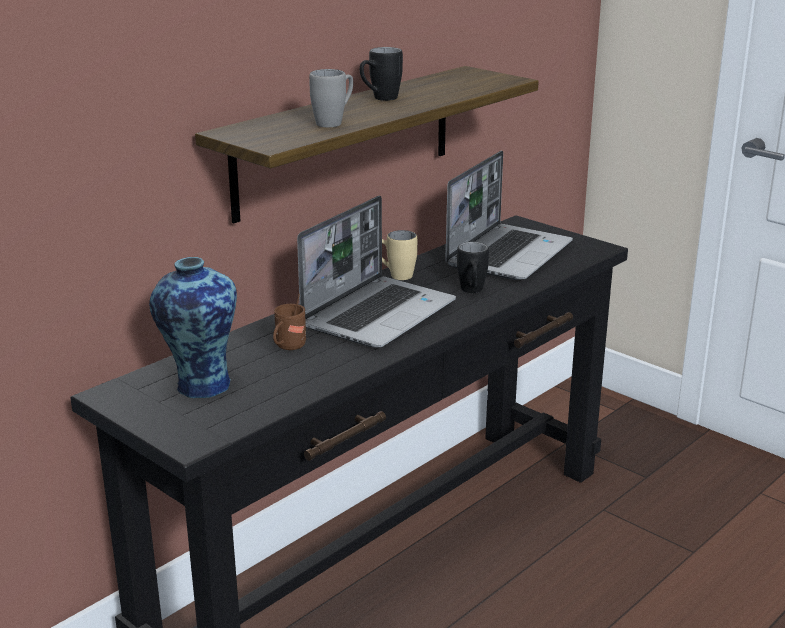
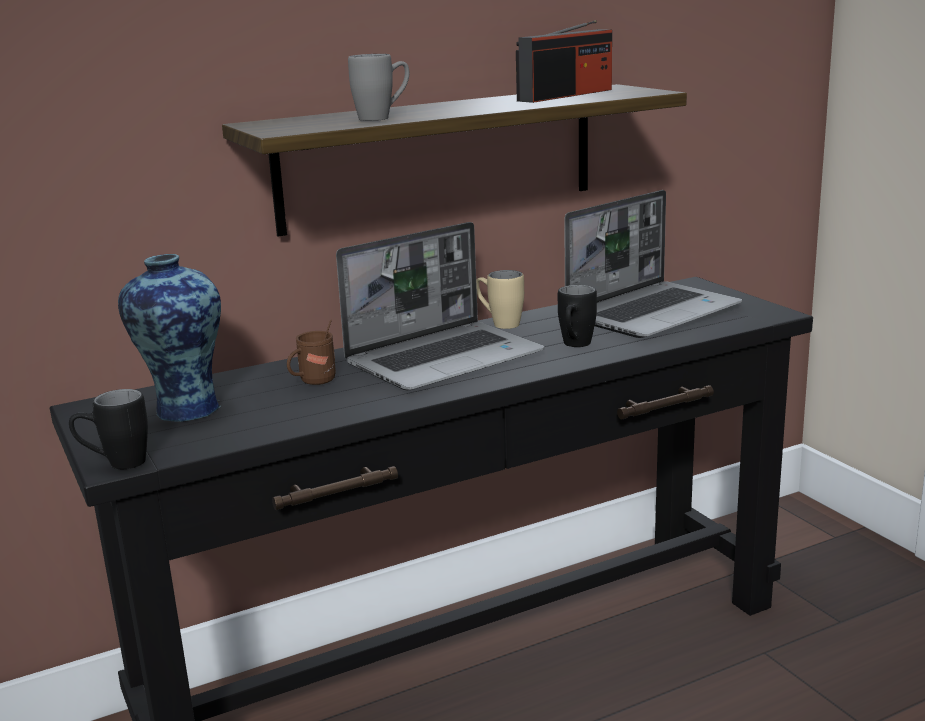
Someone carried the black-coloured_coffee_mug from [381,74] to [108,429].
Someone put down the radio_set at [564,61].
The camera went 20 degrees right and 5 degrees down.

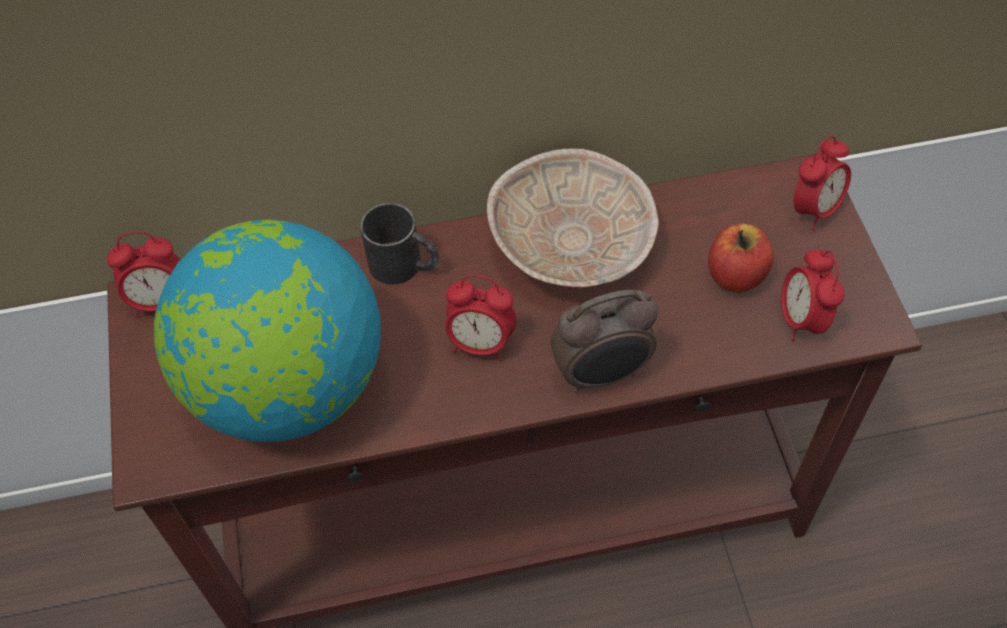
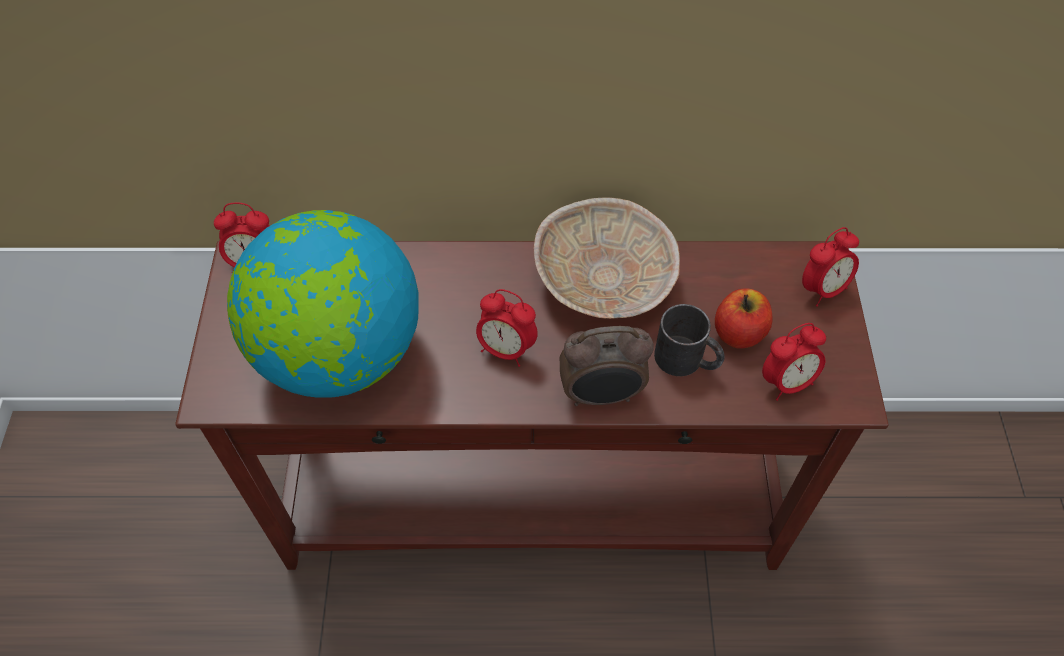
Someone carried the black-coloured_coffee_mug from [399,244] to [689,340].
Someone rotated the alarm_clock at [812,295] by 120 degrees counterclockwise.
The camera went 10 degrees right and 0 degrees up.

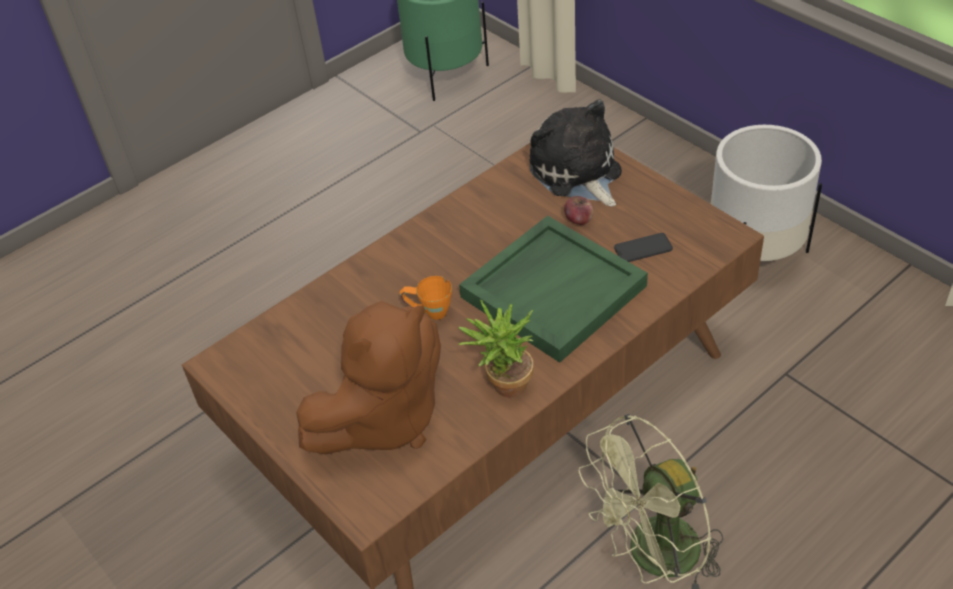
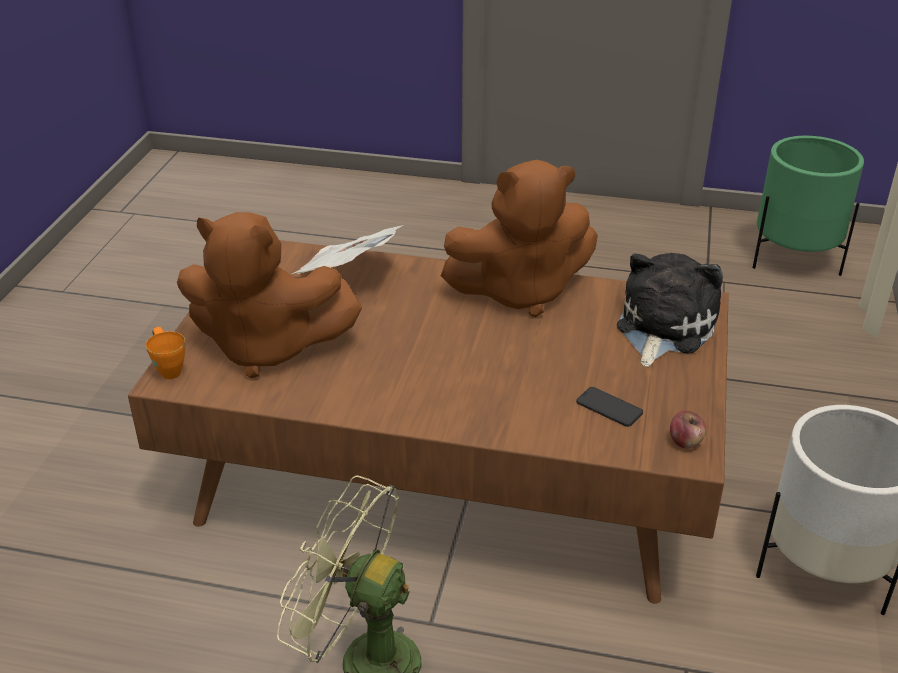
Someone carried the orange-coloured_coffee_mug from [426,298] to [165,353].
Someone put down the printed_paper at [347,249].
Someone put down the brown-coloured_plush_toy at [519,238].
Someone carried the apple_fruit from [579,210] to [688,430].
Someone took away the green-coloured_tray at [553,289].
Someone took away the potted_plant at [496,348].
The camera went 50 degrees right and 10 degrees down.

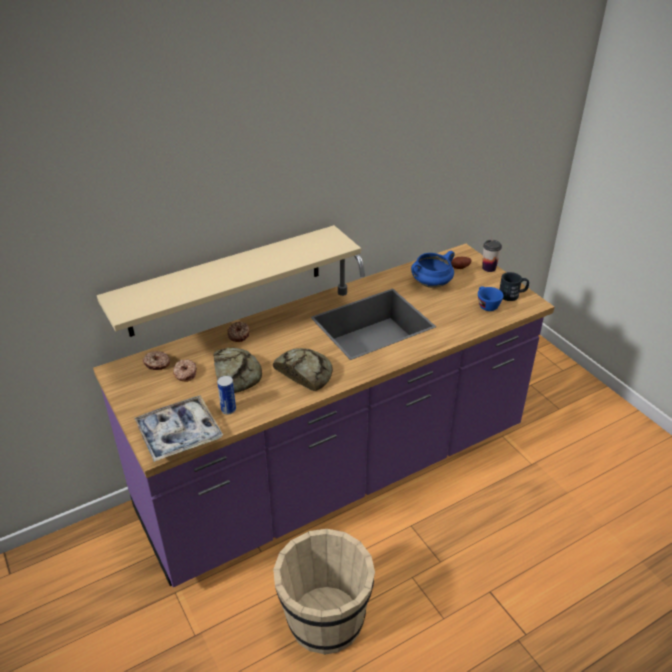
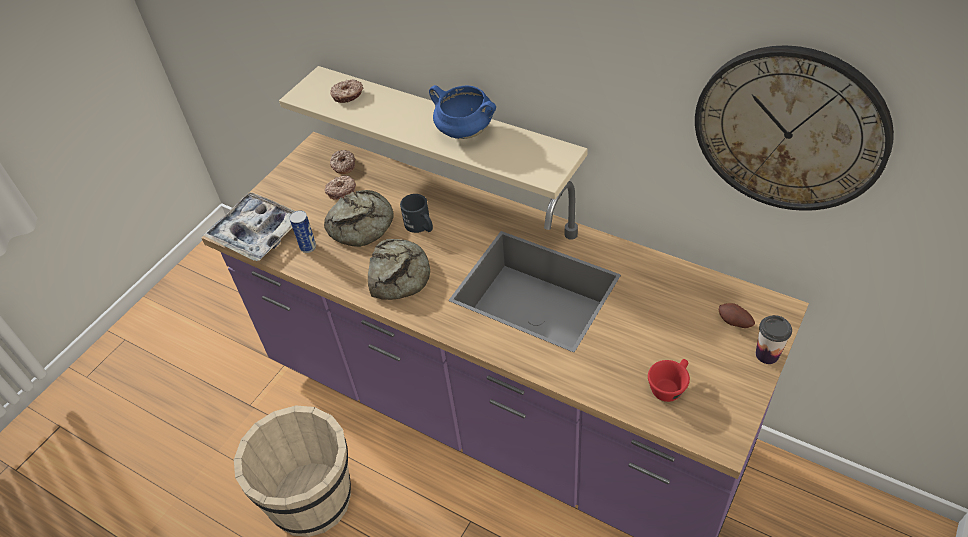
Someone carried the ring_doughnut from [238,332] to [346,91].
Someone carried the black-coloured_coffee_mug from [514,286] to [416,213].
Someone carried the blue-coloured_stockpot from [433,269] to [462,112].
Someone repainted the blue-coloured_small_cup at [491,298], which became the red_small_cup at [669,380].
Someone put up the hanging_clock at [794,128].
The camera went 65 degrees right and 10 degrees up.

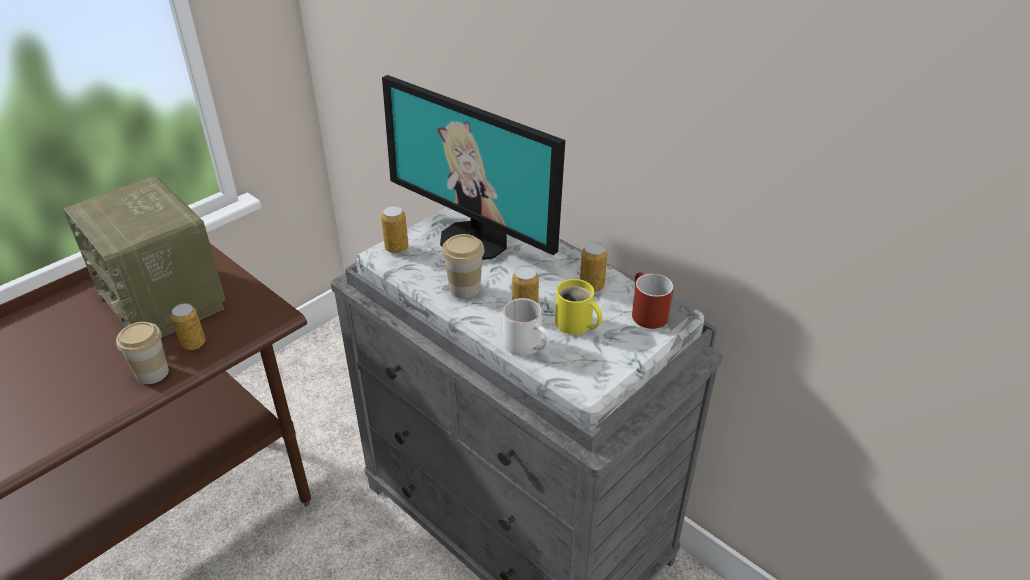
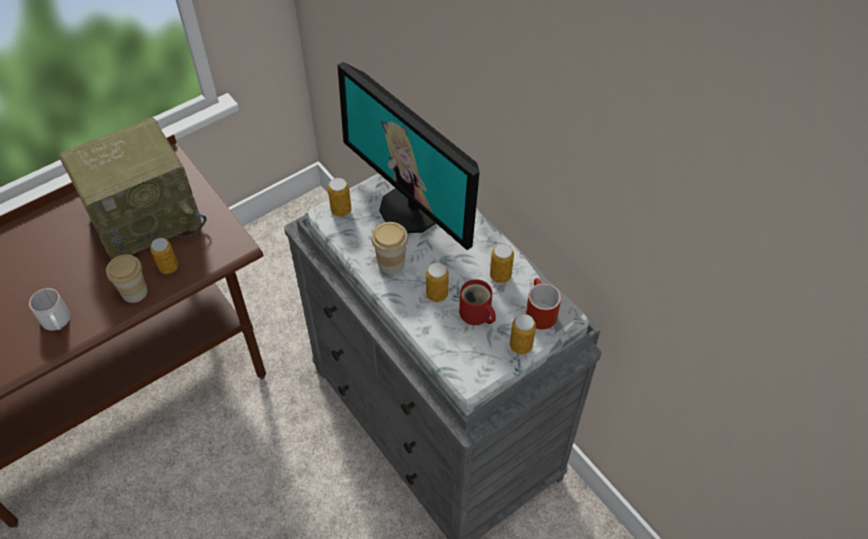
Someone carried the white-coloured_coffee_mug from [526,327] to [49,309].
Someone rotated the radio_set at [144,257] by 90 degrees counterclockwise.
Someone repainted the yellow-coloured_coffee_mug at [578,307], which became the red_coffee_mug at [477,302].
Someone put down the can at [523,334].
The camera went 10 degrees right and 15 degrees up.

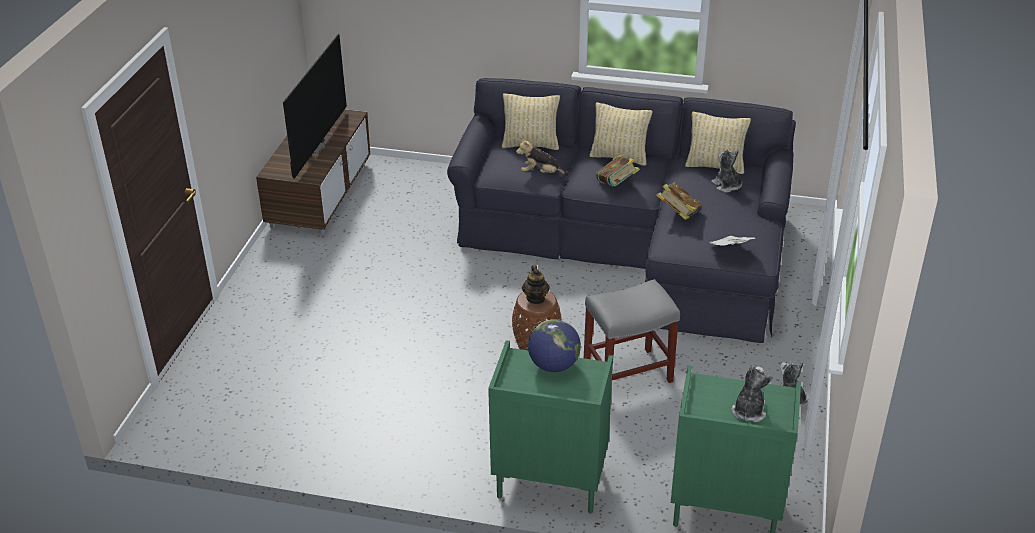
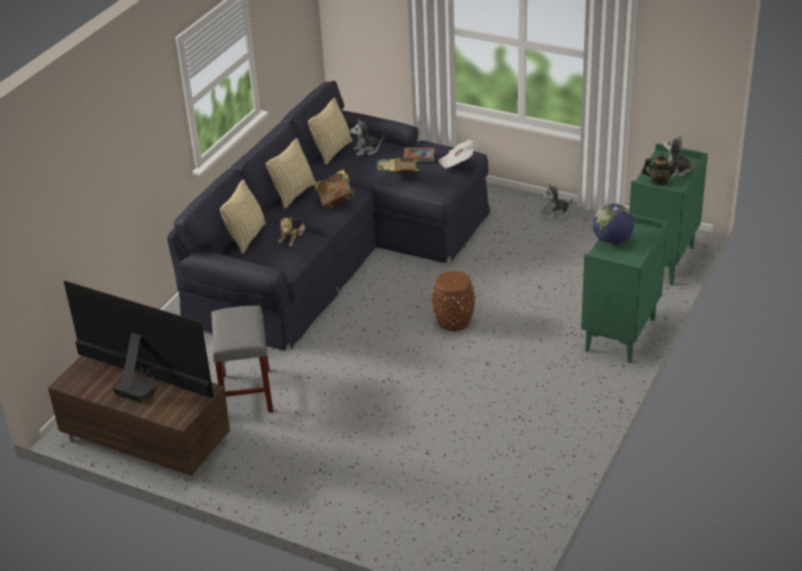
Someone carried the grey_stool from [632,331] to [242,359].
Someone put down the book at [419,155].
Someone carried the pot_for_tea from [536,284] to [660,169].
The camera went 75 degrees left and 0 degrees up.

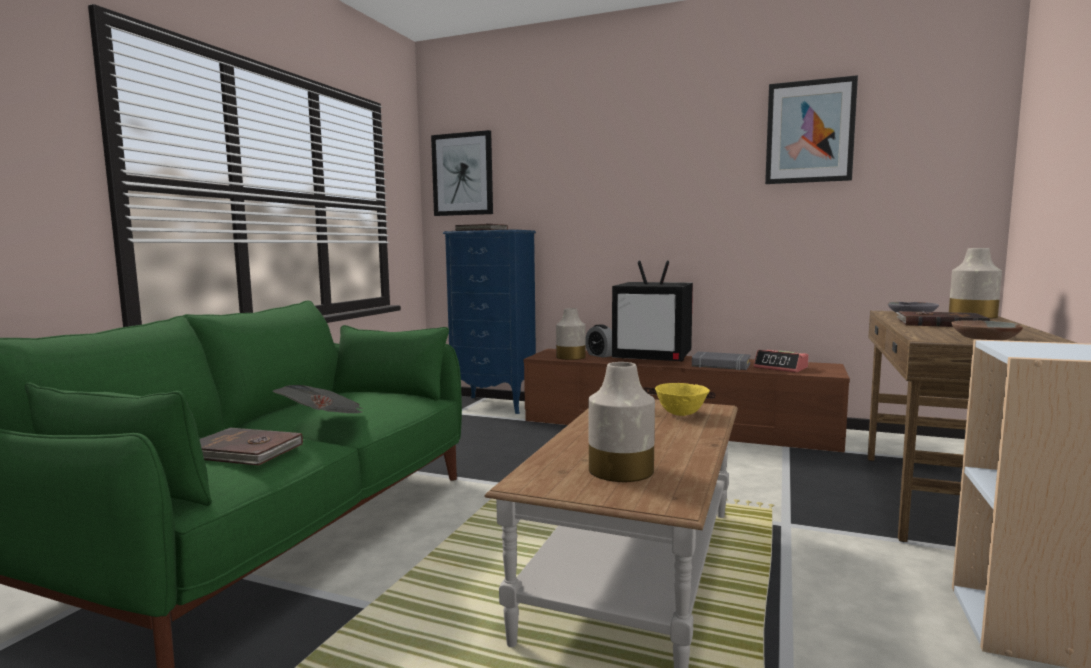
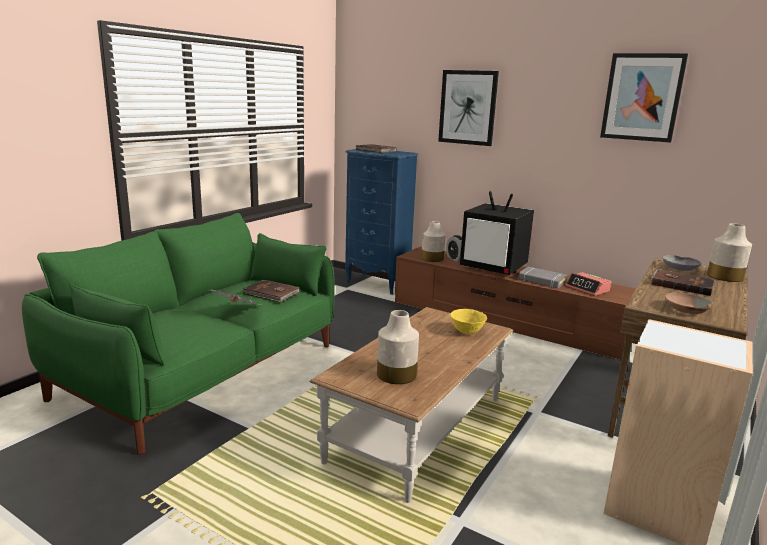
Someone carried the brown-coloured_book from [251,447] to [271,291].
Someone carried the wall_picture from [462,173] to [468,108].
The camera went 10 degrees right and 10 degrees up.

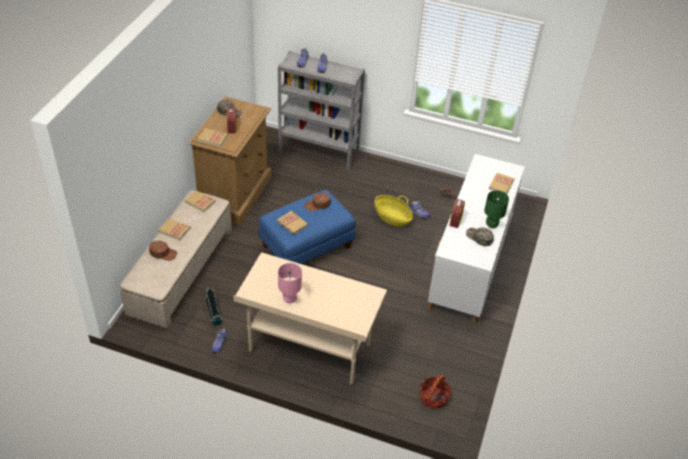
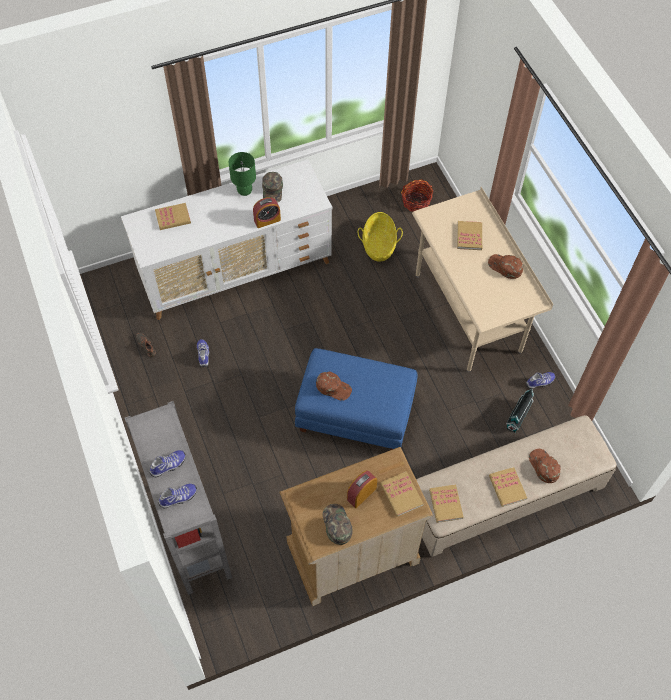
Someone carried the basket from [393,211] to [380,237].
Someone carried the book from [292,223] to [469,235].
Someone swapped the pinkish_table_lamp at [290,283] for the brown-coloured_peaked_cap at [505,266].
The camera went 130 degrees left and 15 degrees up.

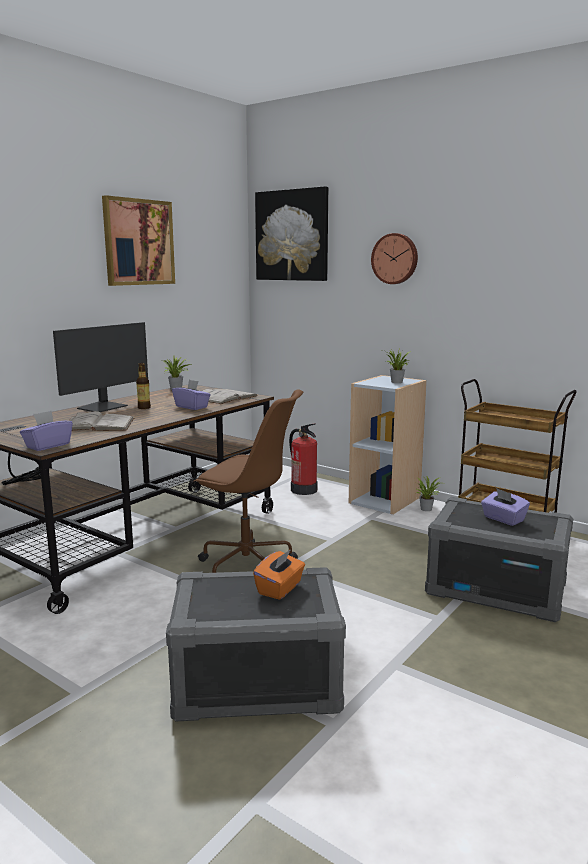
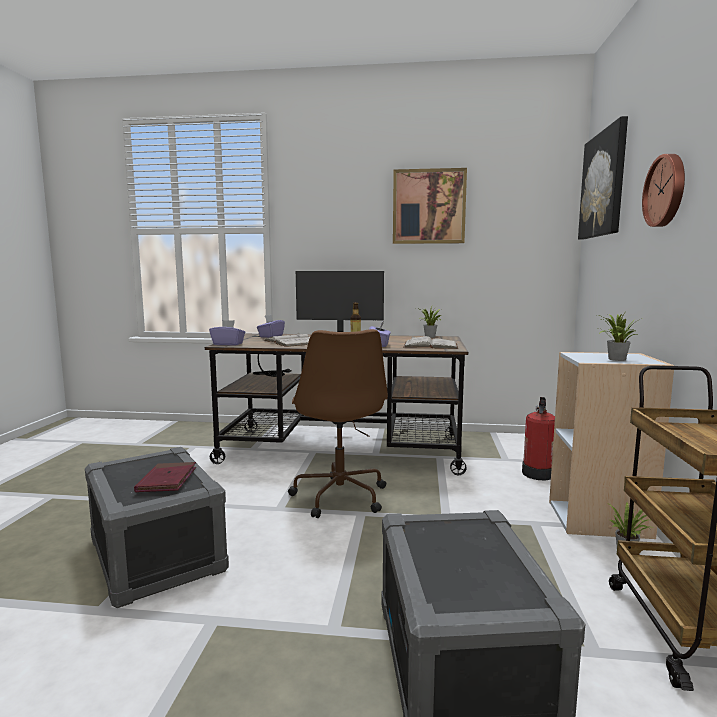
Someone swapped the orange-coloured_tissue_holder at [279,574] for the red_book at [165,477].
Someone carried the purple_tissue_holder from [505,507] to [271,326].
The camera went 60 degrees right and 5 degrees down.

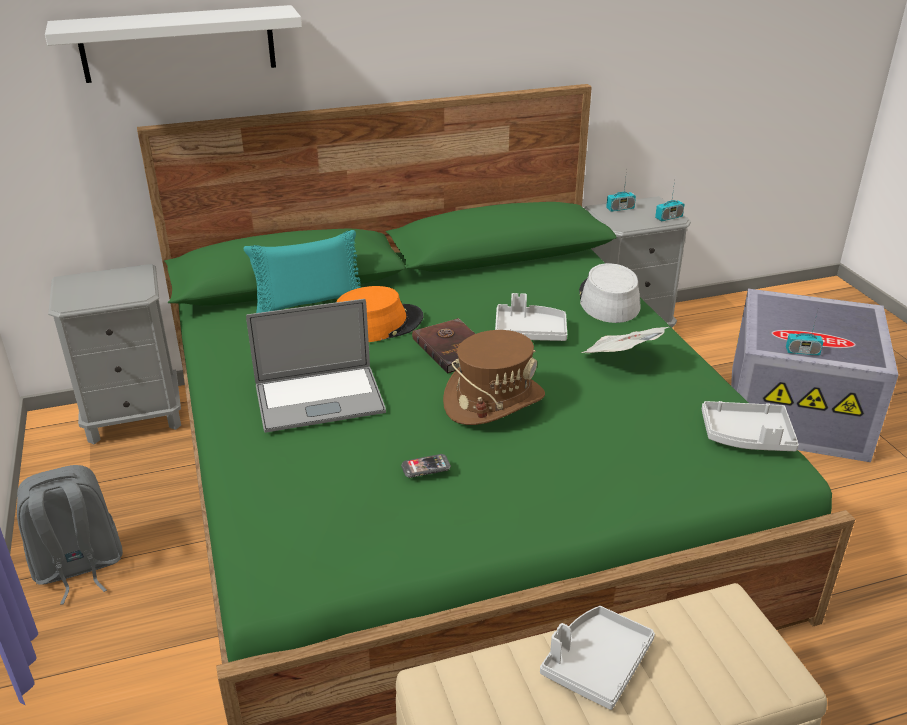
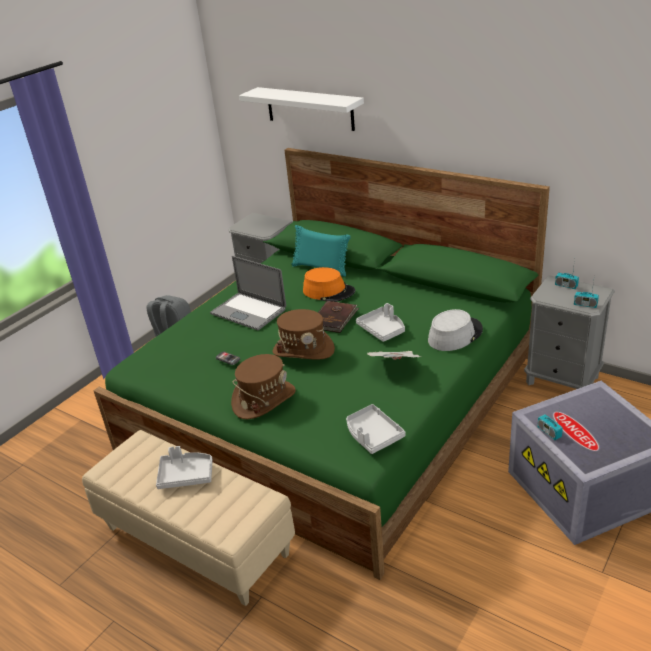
Someone put down the brown-coloured_clothing_hat at [263,386].
The camera went 55 degrees right and 0 degrees up.

